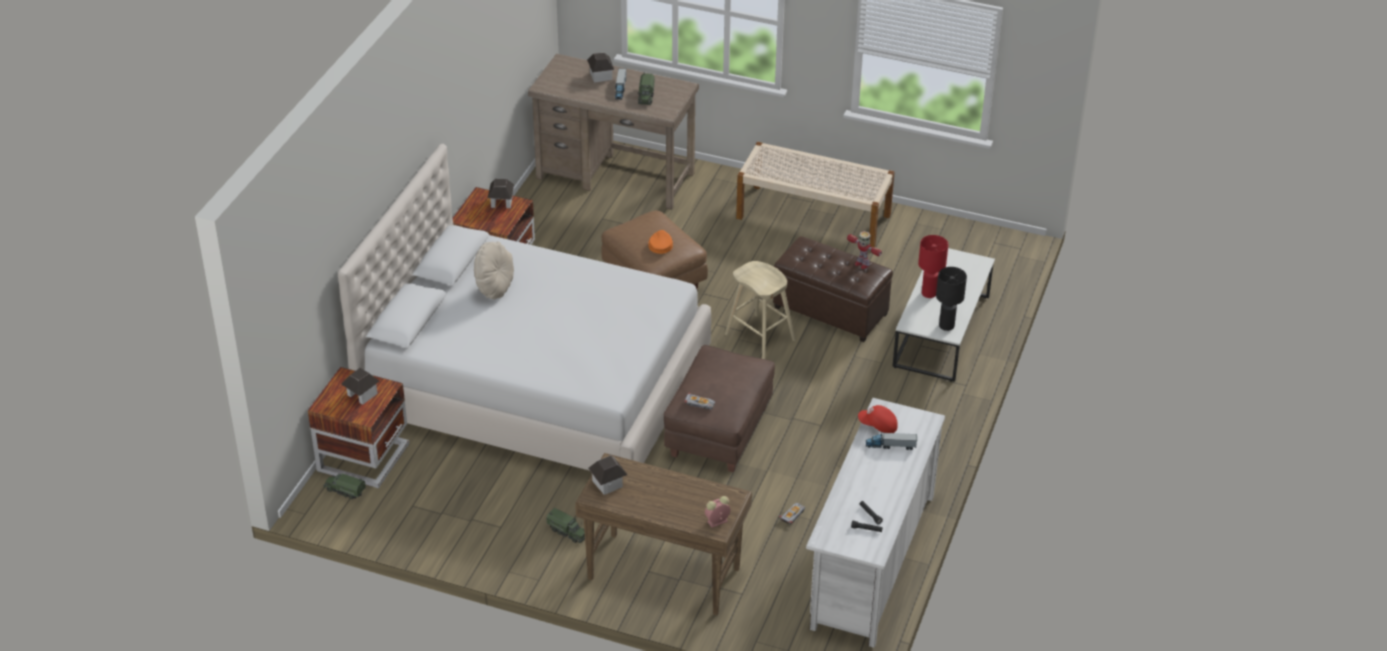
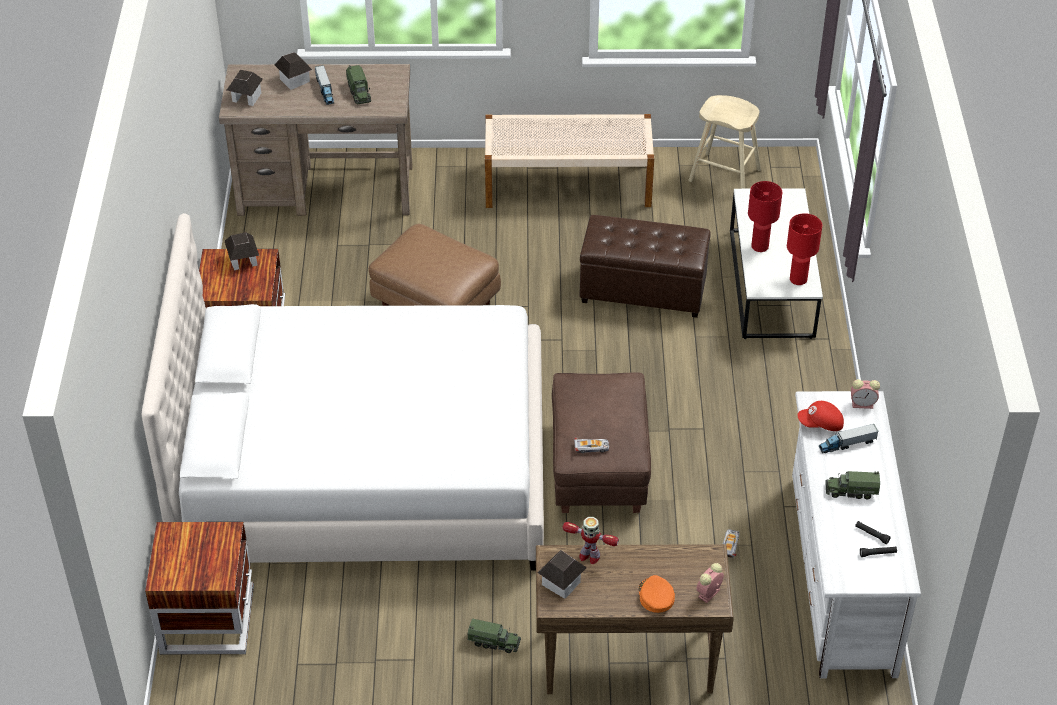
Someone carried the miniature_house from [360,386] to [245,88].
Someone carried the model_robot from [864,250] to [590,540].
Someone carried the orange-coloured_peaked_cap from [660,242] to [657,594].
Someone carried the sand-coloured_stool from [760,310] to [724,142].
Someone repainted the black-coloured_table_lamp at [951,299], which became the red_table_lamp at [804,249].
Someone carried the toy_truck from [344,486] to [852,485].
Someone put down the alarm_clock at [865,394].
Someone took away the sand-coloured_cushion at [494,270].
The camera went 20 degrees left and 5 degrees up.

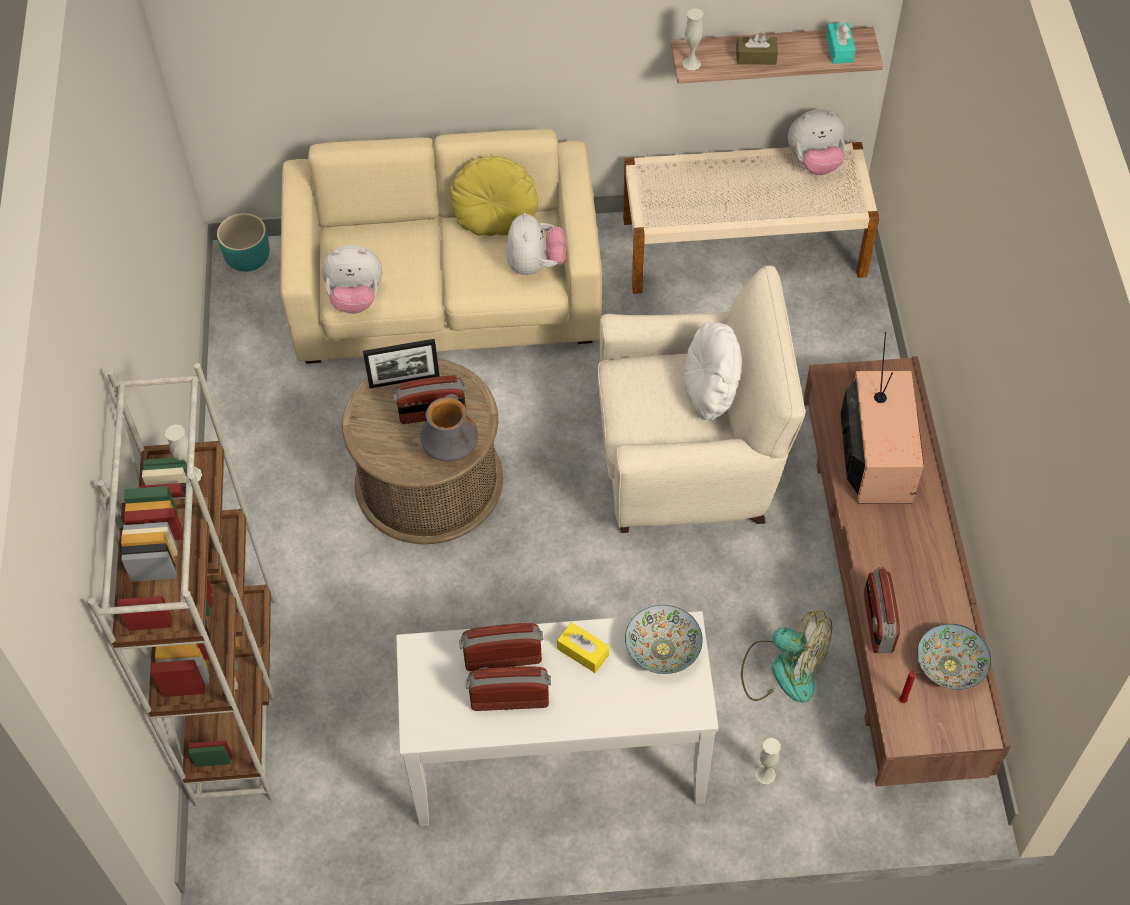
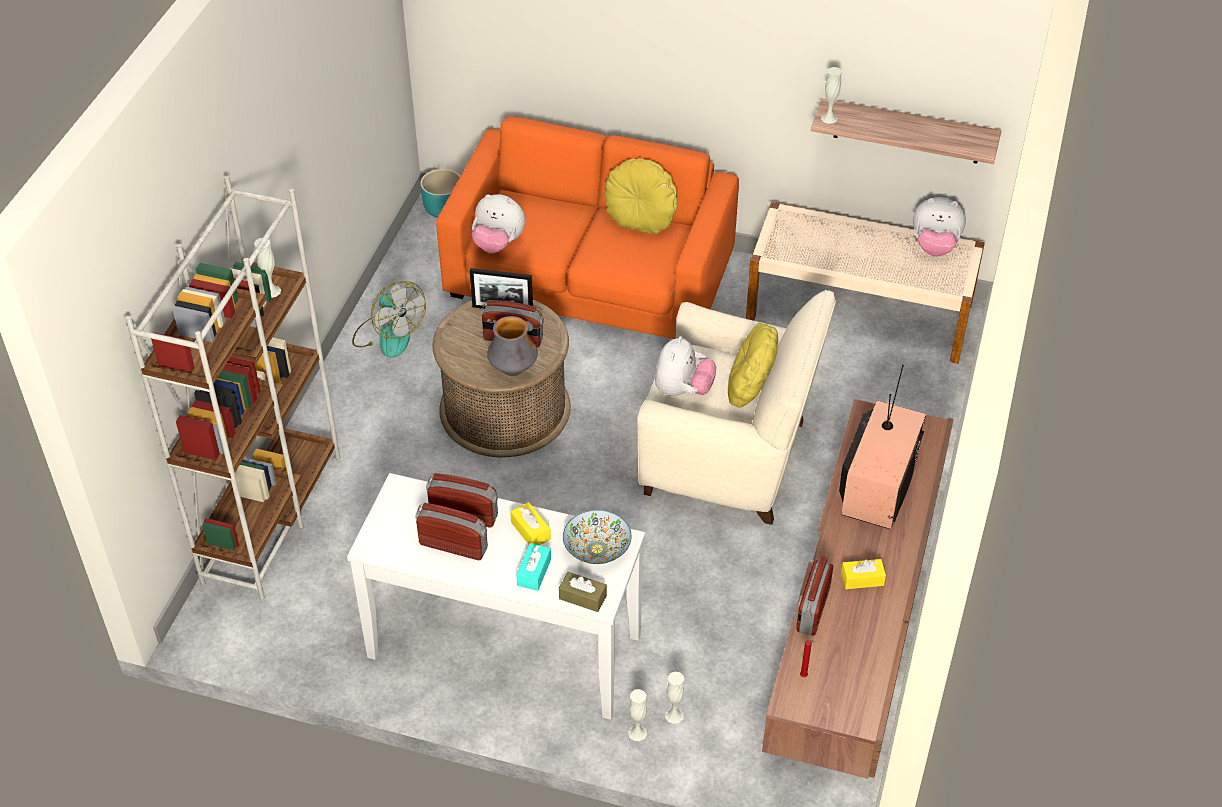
Someone carried the fan from [786,656] to [389,319].
Someone repainted the sand-coloured_sofa at [441,246], which became the orange-coloured_sofa at [587,227].
Someone carried the turquoise_tissue_holder from [840,42] to [533,567].
Someone carried the brown-coloured_tissue_holder from [757,49] to [583,592].
Someone put down the white-coloured_flower_vase at [637,715].
Someone carried the plush_toy from [536,244] to [686,366].
Someone repainted the white-coloured_cushion at [713,370], which became the yellow-coloured_cushion at [753,365].
Someone put down the yellow-coloured_tissue_holder at [863,574].
Someone took away the serving_bowl at [954,657].
The camera went 20 degrees right and 10 degrees down.

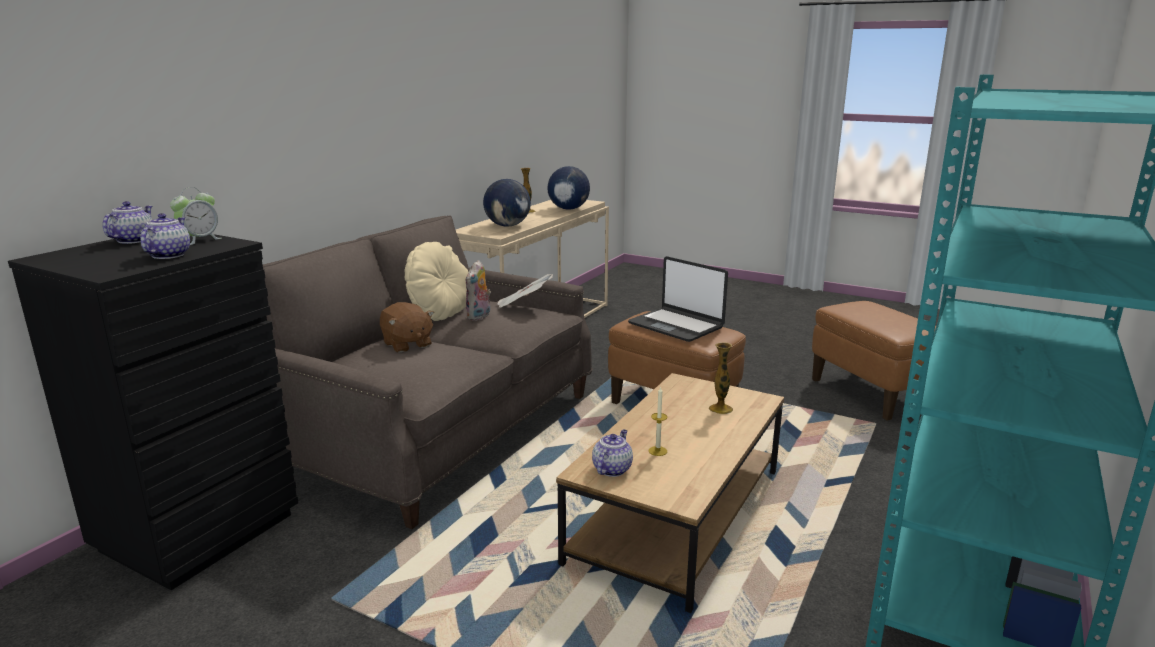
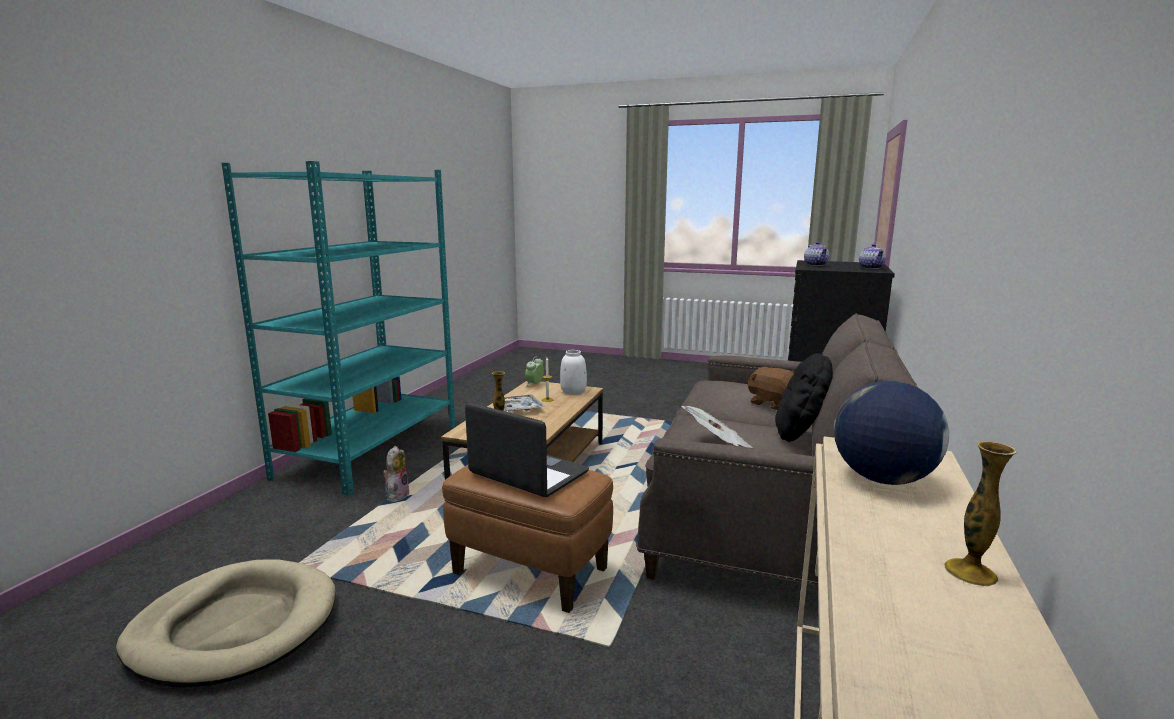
Someone swapped the brown-coloured_ottoman at [874,361] for the sand-coloured_dog_cushion at [226,623].
Someone carried the plush_toy from [478,290] to [396,474].
Someone put down the tray at [524,403].
Someone carried the alarm_clock from [196,216] to [534,371].
Someone swapped the pot_for_tea at [612,453] for the white-coloured_flower_vase at [573,372].
Someone repainted the sand-coloured_cushion at [436,281], which became the black-coloured_cushion at [804,397].
Someone took away the world_globe at [568,188].
The camera went 170 degrees right and 5 degrees down.

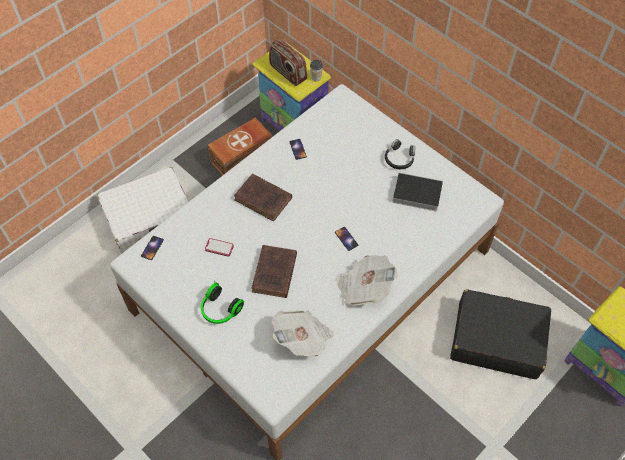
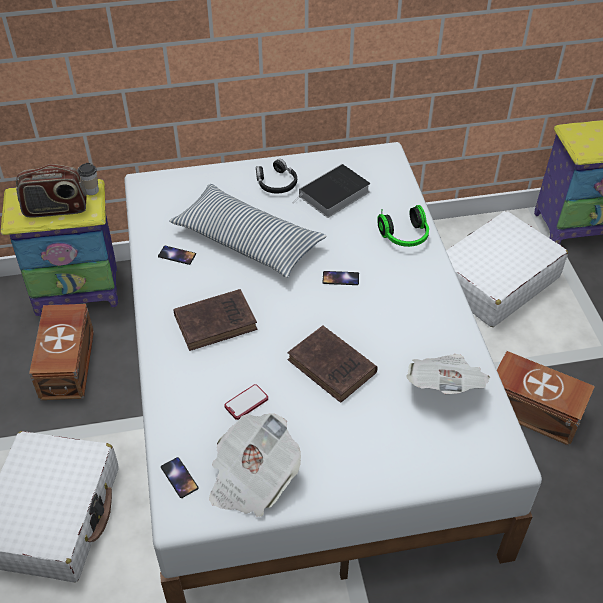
Someone put down the cushion at [248,231].
Someone carried the printed_paper from [366,280] to [255,465].
Someone carried the pair_of_headphones from [222,303] to [403,226].
Someone repainted the black-coloured_travel_case at [500,334], which became the white-coloured_travel_case at [507,269].
Someone put down the brown-coloured_storage_bin at [546,398].
The camera went 55 degrees left and 10 degrees down.

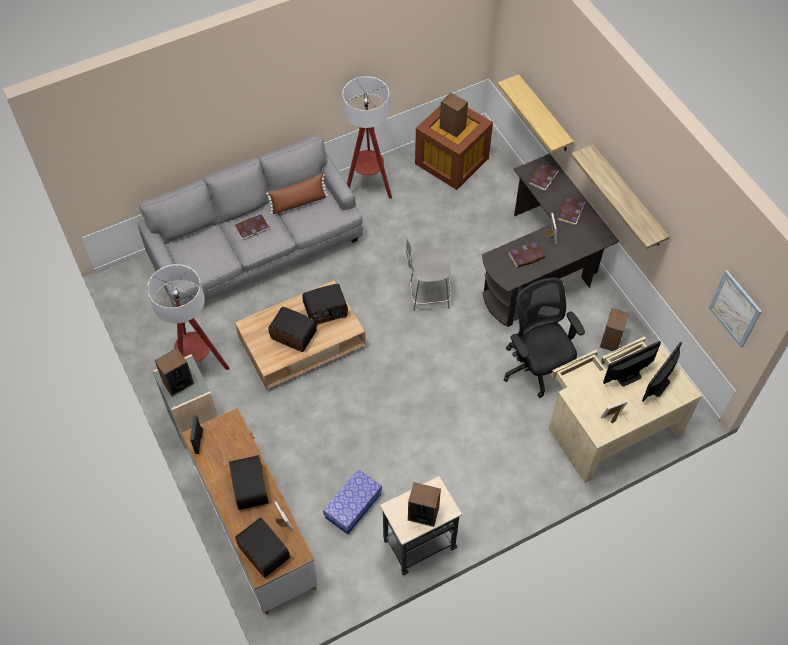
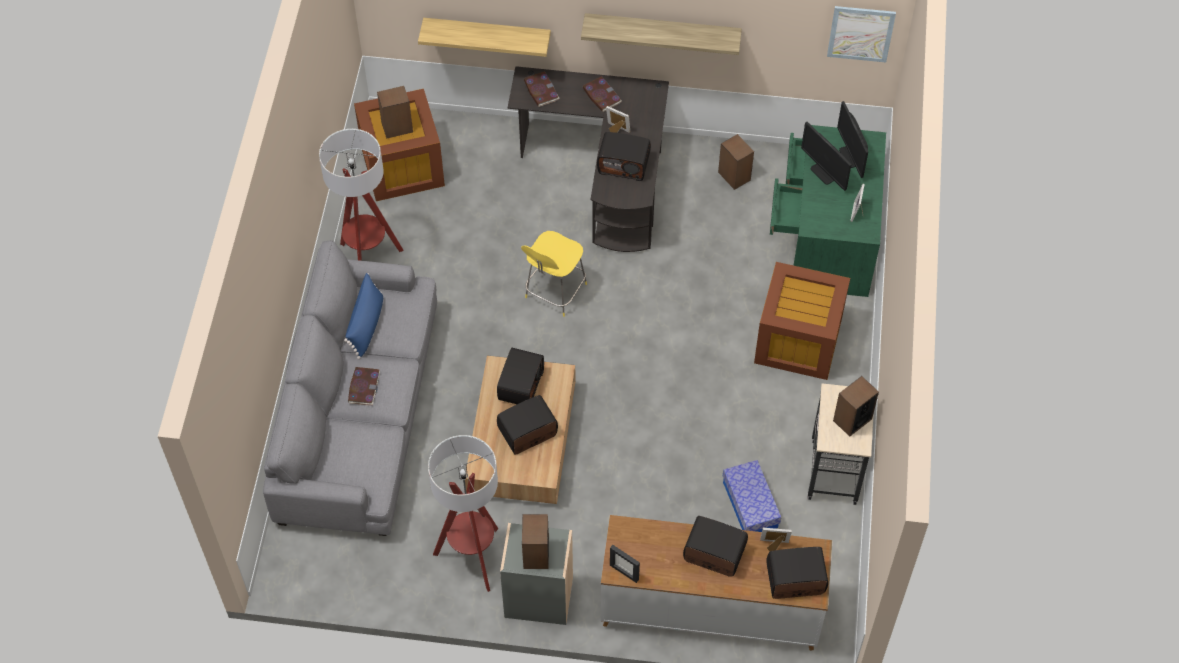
Someone repainted the brown-coloured_cushion at [297,193], which became the blue-coloured_cushion at [363,316].
Someone repainted the grey_stool at [429,274], which became the yellow-coloured_stool at [554,274].
Someone swapped the book at [527,255] for the radio_set at [624,156].
Someone put down the brown-coloured_storage_bin at [802,321].
Someone repainted the sand-coloured_desk_table at [625,409], which became the green-coloured_desk_table at [828,211].
Someone rotated the monitor at [632,363] by 45 degrees counterclockwise.
Someone took away the black-coloured_desk_chair at [544,338].
The camera went 55 degrees left and 0 degrees up.

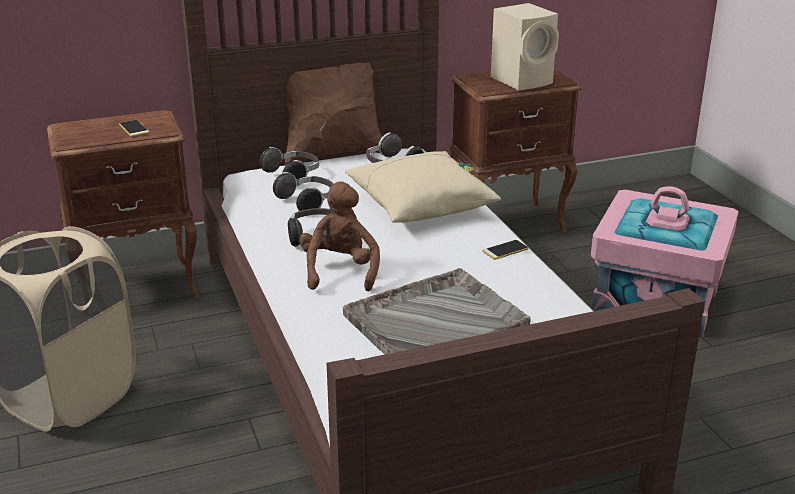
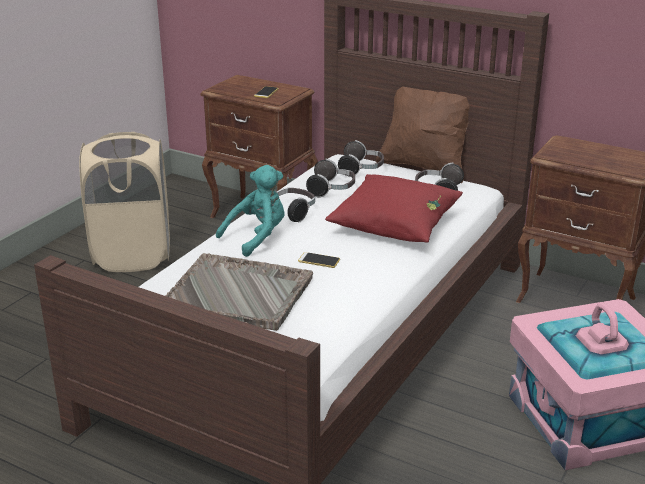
Someone repainted the brown-coloured_plush_toy at [339,236], which became the turquoise_plush_toy at [250,211].
Someone carried the handset from [506,250] to [319,260].
Someone repainted the sand-coloured_cushion at [423,187], which became the red_cushion at [394,208].
Someone took away the sand-coloured_loudspeaker at [525,46].
The camera went 50 degrees right and 0 degrees up.

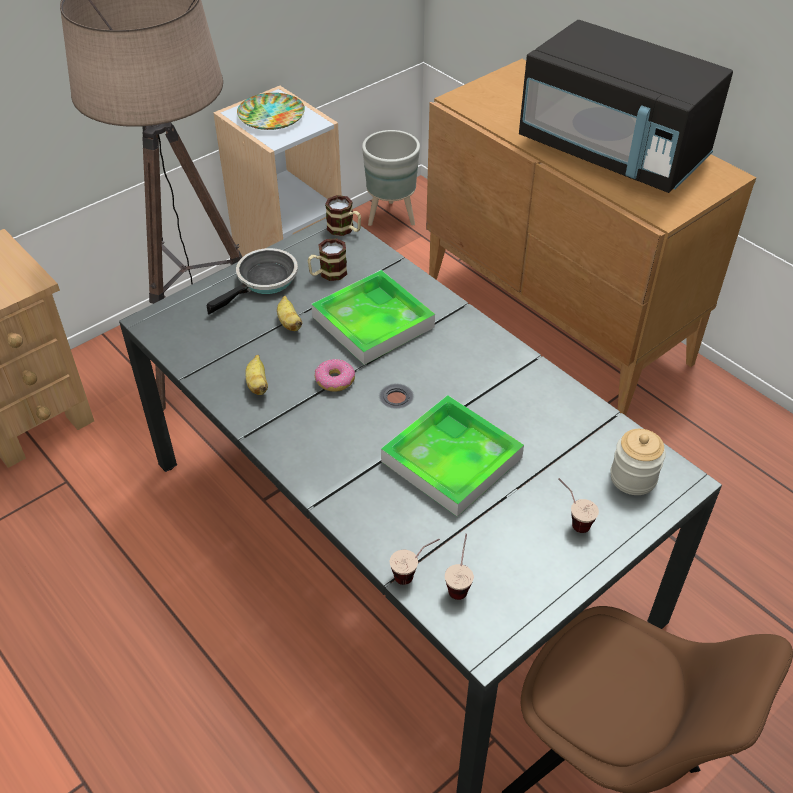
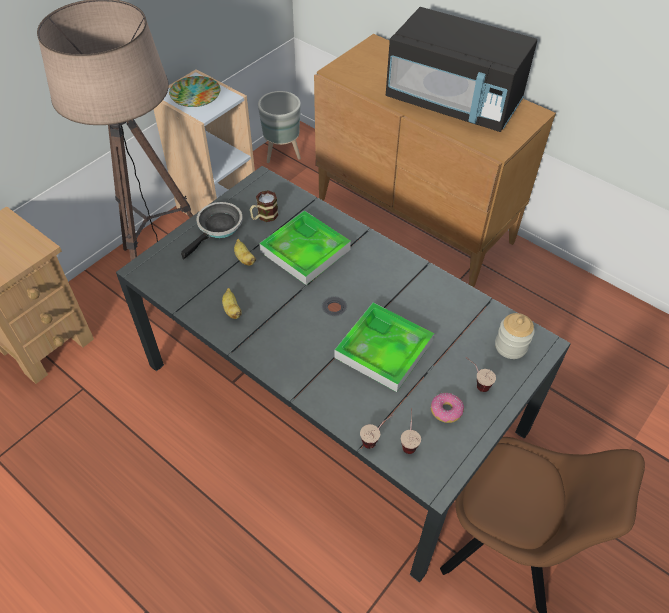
Someone carried the ring_doughnut from [335,375] to [447,408].
Someone took away the coffee_mug at [343,215].
The camera went 10 degrees left and 5 degrees up.

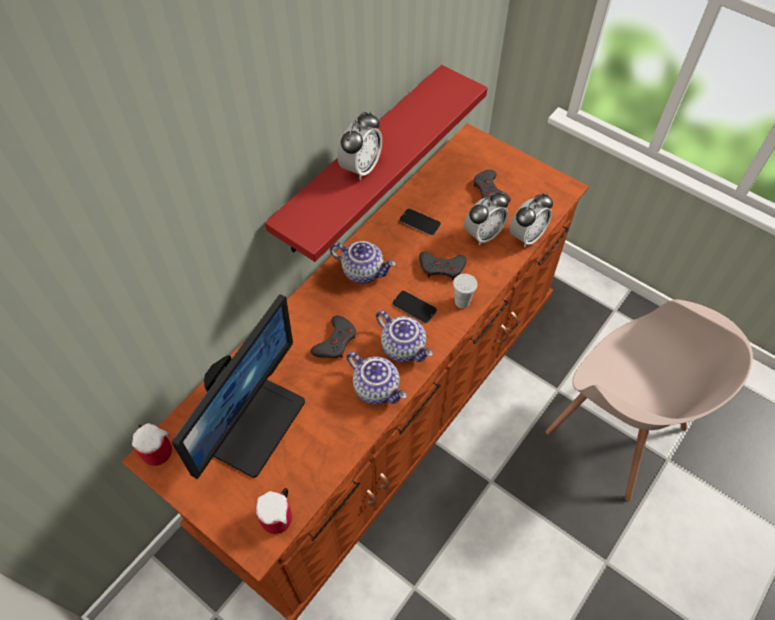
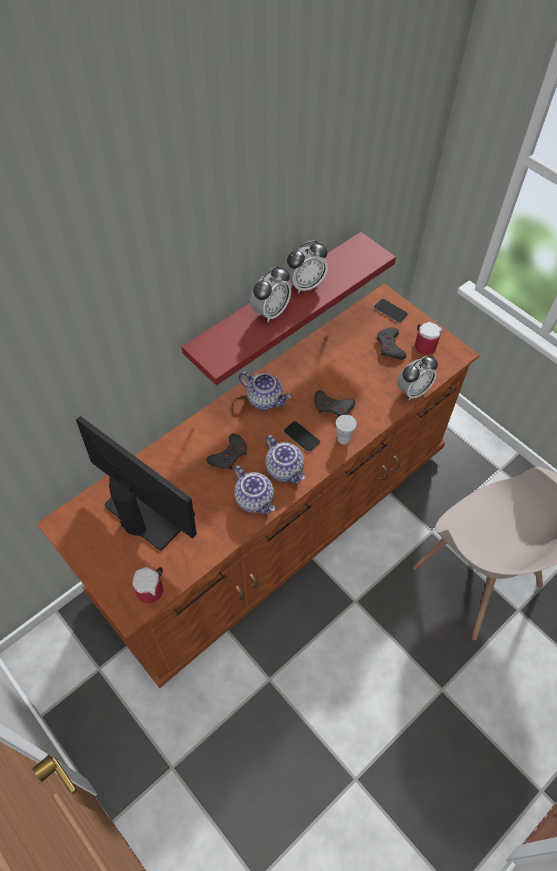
Someone rotated the monitor at [238,386] by 90 degrees counterclockwise.
Someone carried the alarm_clock from [486,218] to [306,267].
Someone carried the handset from [420,222] to [391,311].
Someone carried the coffee_mug from [152,444] to [429,338].
The camera went 10 degrees right and 0 degrees up.

